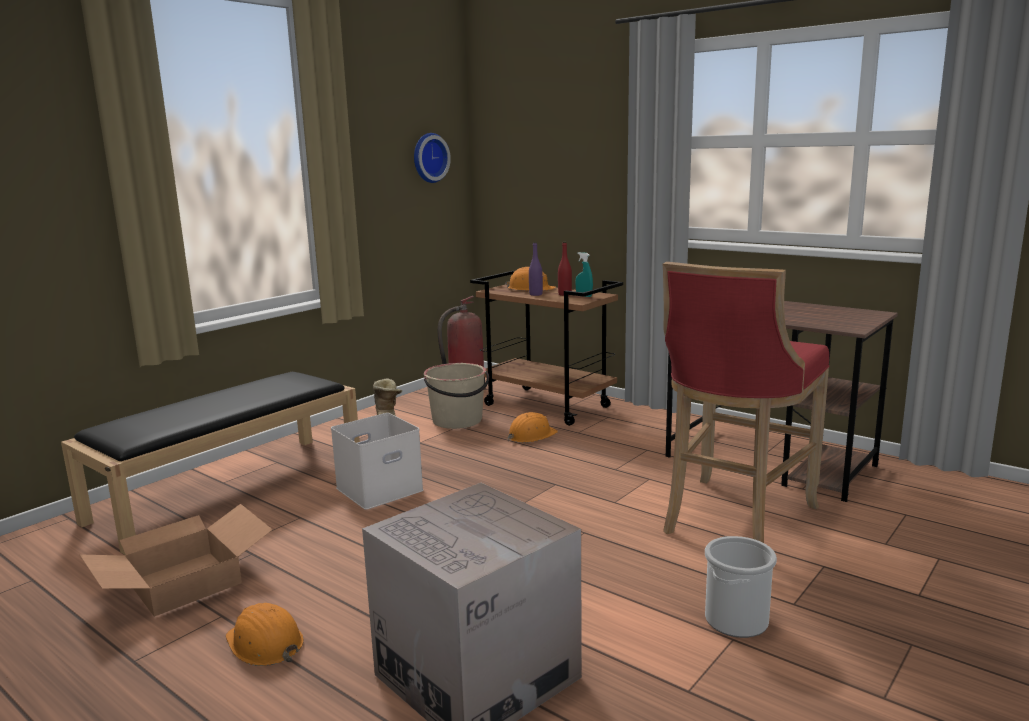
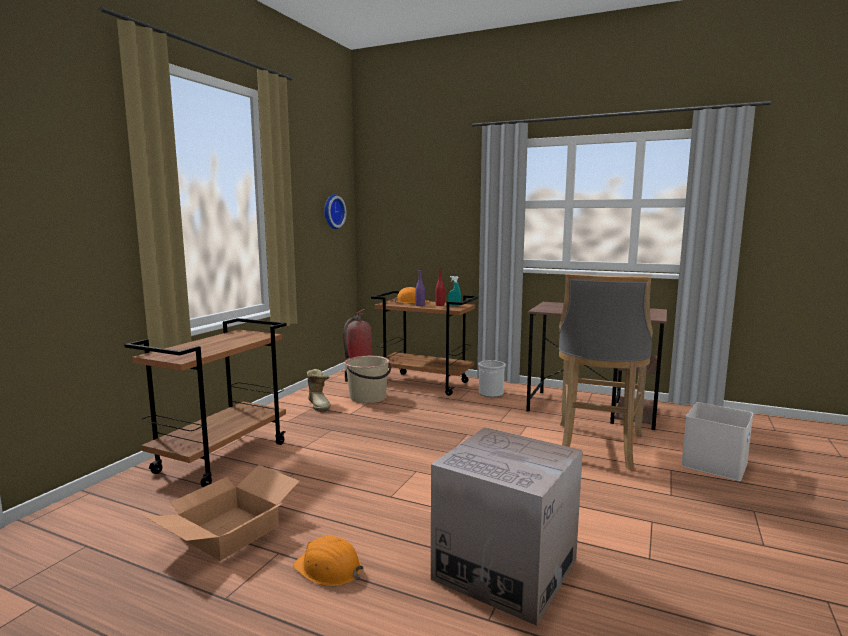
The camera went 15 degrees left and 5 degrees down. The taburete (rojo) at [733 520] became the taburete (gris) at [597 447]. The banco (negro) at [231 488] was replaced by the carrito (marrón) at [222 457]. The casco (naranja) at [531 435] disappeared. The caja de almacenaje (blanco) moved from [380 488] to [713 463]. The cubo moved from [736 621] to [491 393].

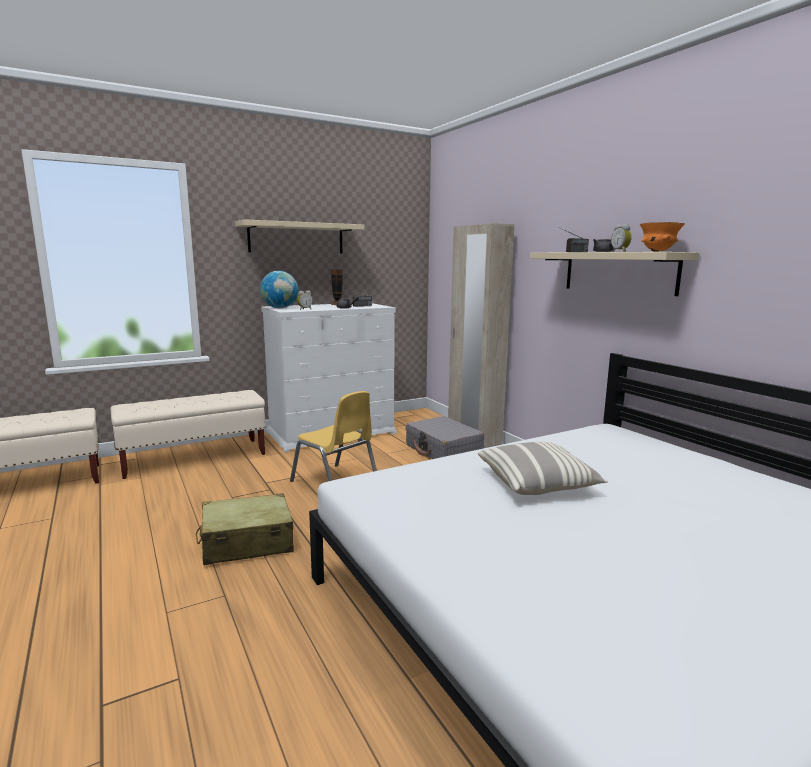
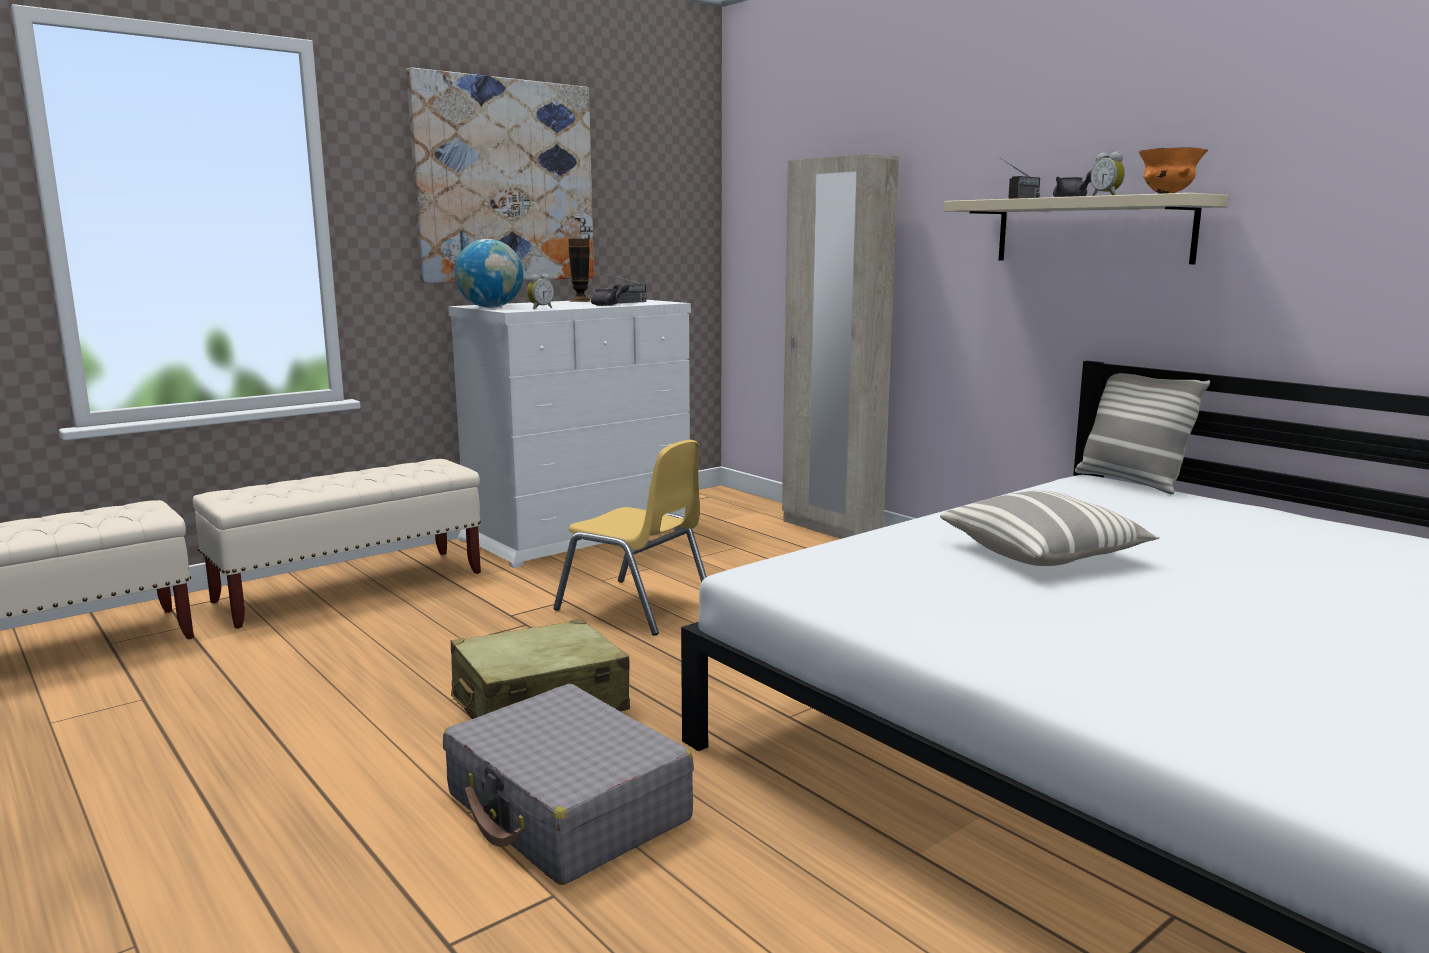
The camera went 10 degrees left and 0 degrees up. The estante (beis) at [296 238] was replaced by the cuadro at [505 181]. The maleta (gris) moved from [443 450] to [568 808]. The cojín at [1131 482] appeared.

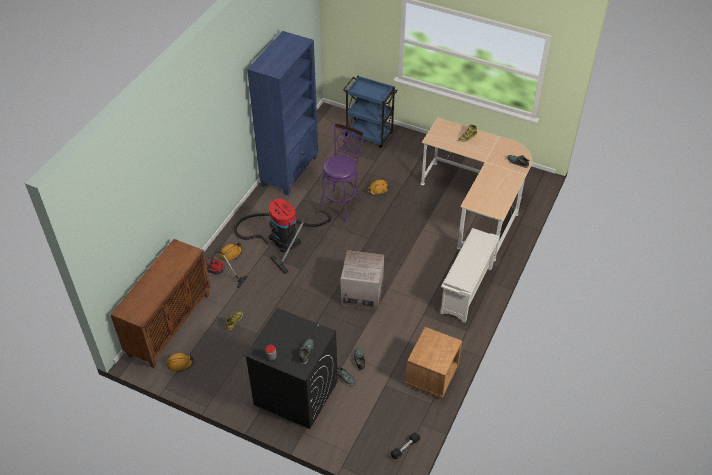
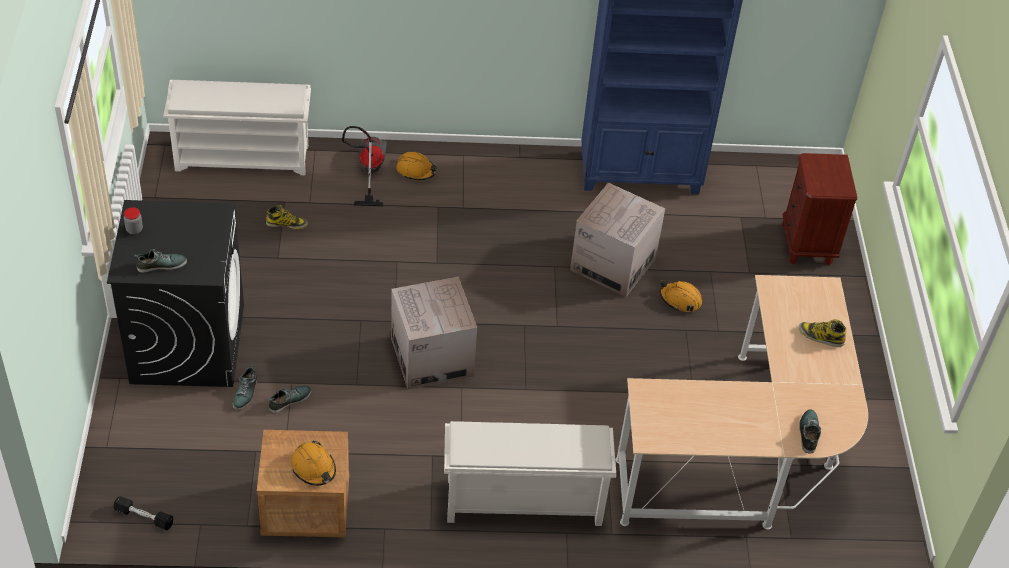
The camera went 60 degrees right and 0 degrees up. The carrito (azul) at [369 135] was replaced by the mesita de noche (marrón) at [807 244]. The taburete (morado) at [342 204] was replaced by the caja de cartón at [613 264]. The aspiradora at [281 238] disappeared. The armario (marrón) at [169 324] was replaced by the zapatero (blanco) at [243 157]. The casco (naranja) moved from [180 363] to [313 468].

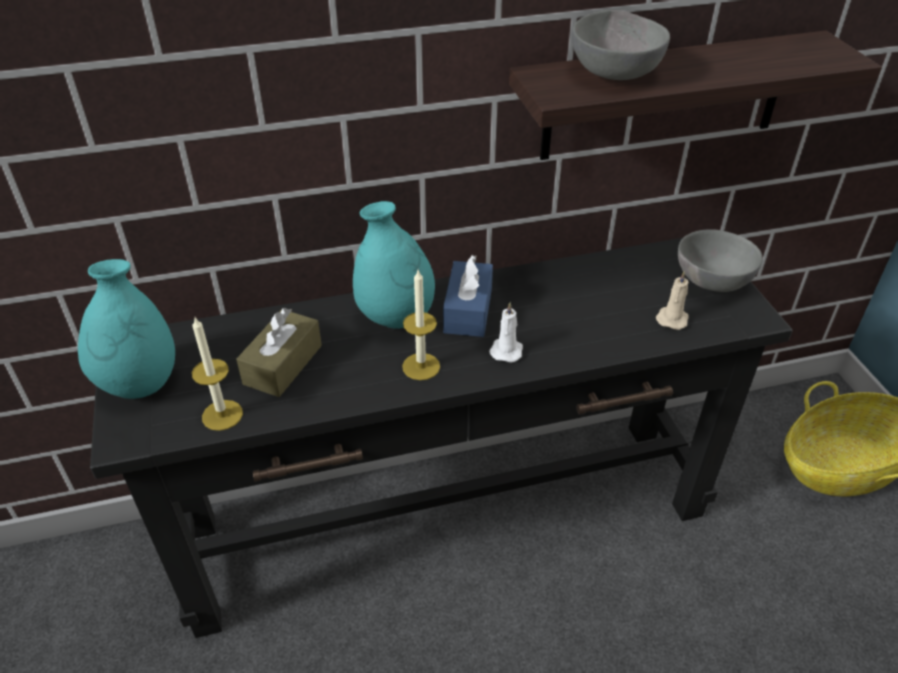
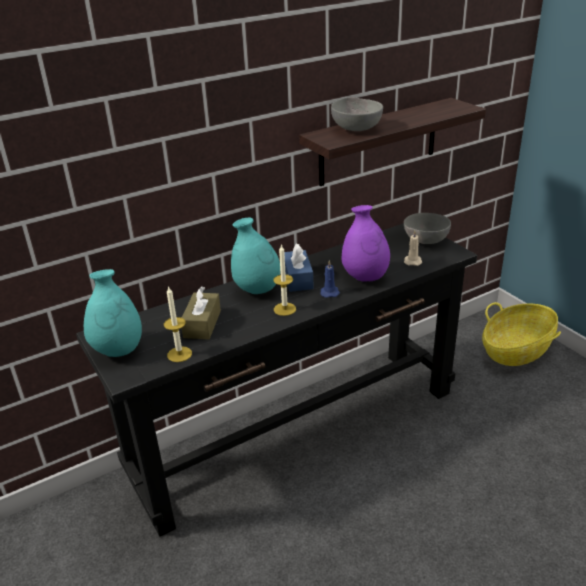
The camera went 15 degrees left and 10 degrees down. The vela (blanco) at [507 350] became the vela (azul) at [329 292]. The florero (morado) at [365 277] appeared.

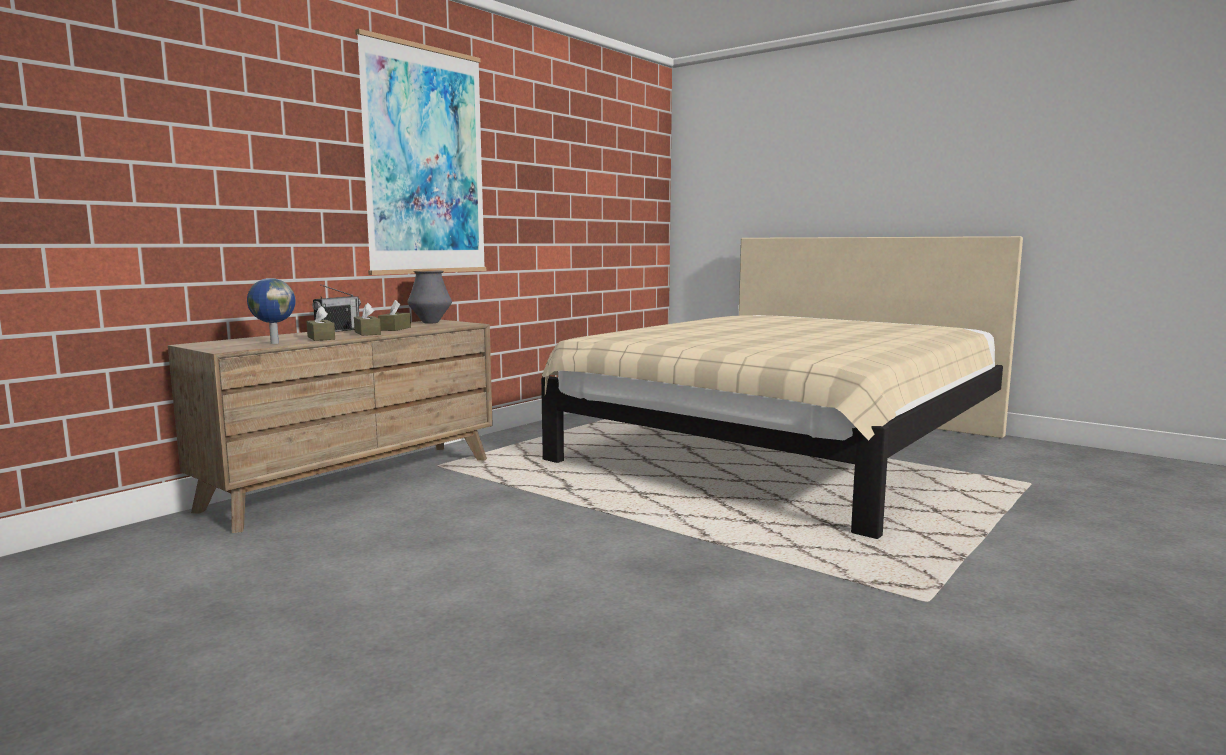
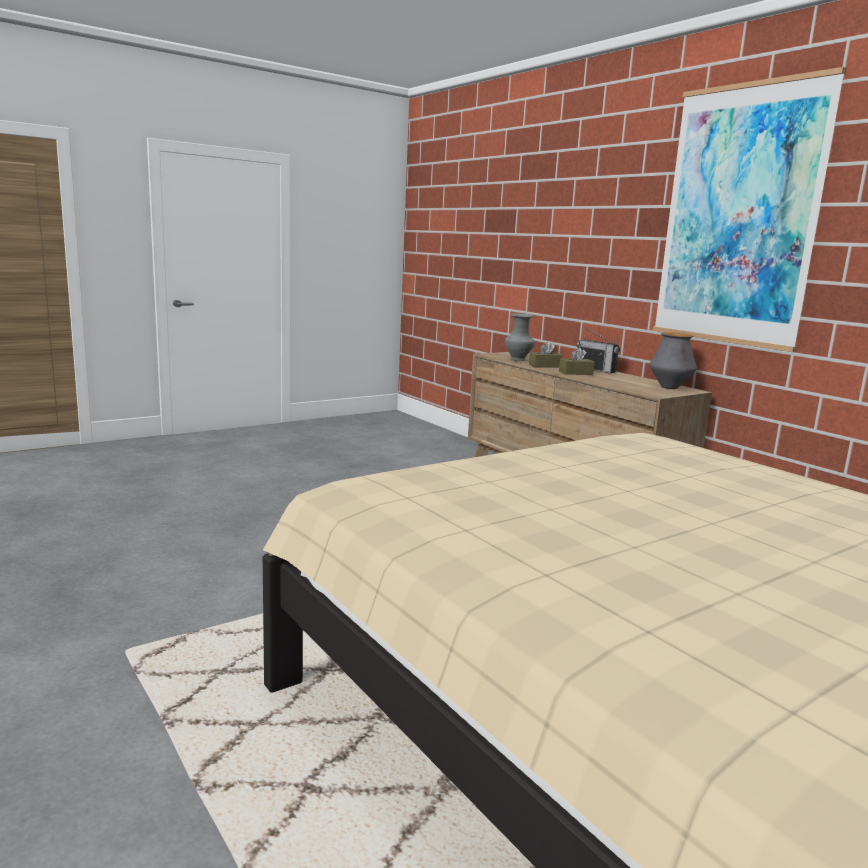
The camera went 105 degrees right and 5 degrees up. The globo terráqueo at [274 343] was replaced by the florero (gris) at [518 360]. The caja de pañuelos (marrón) at [395 329] disappeared.

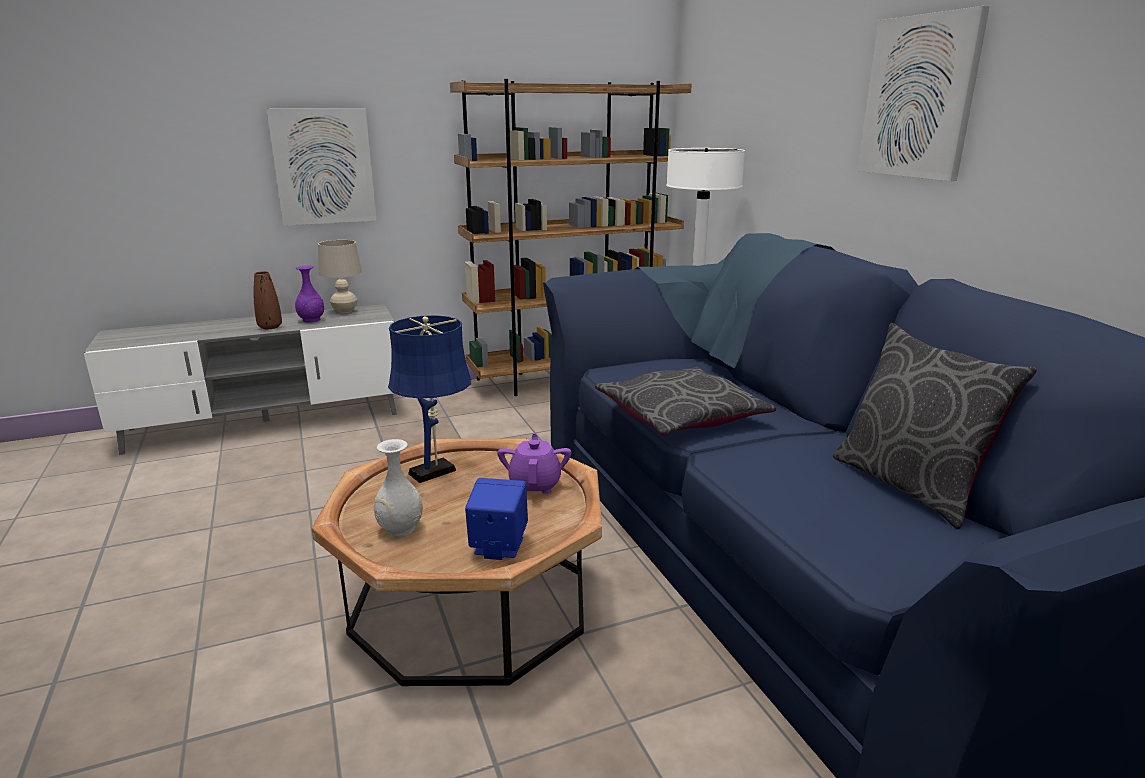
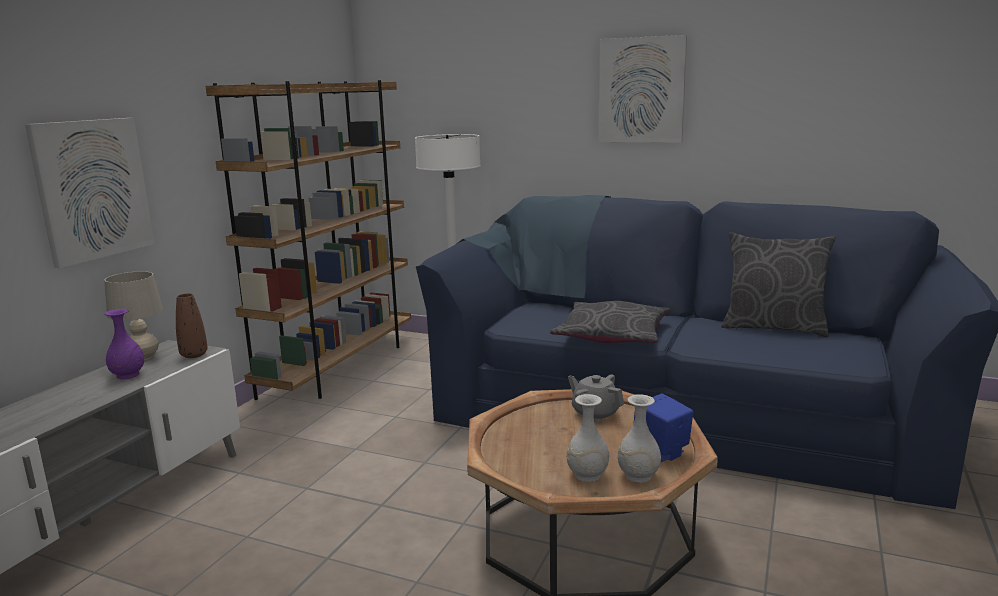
The camera went 45 degrees left and 5 degrees down. The florero (marrón) moved from [270 327] to [194 355]. The lámpara de mesa (azul) at [436 471] disappeared. The tetera (morado) at [535 485] became the tetera (gris) at [595 414]. The florero (blanco) at [638 475] appeared.

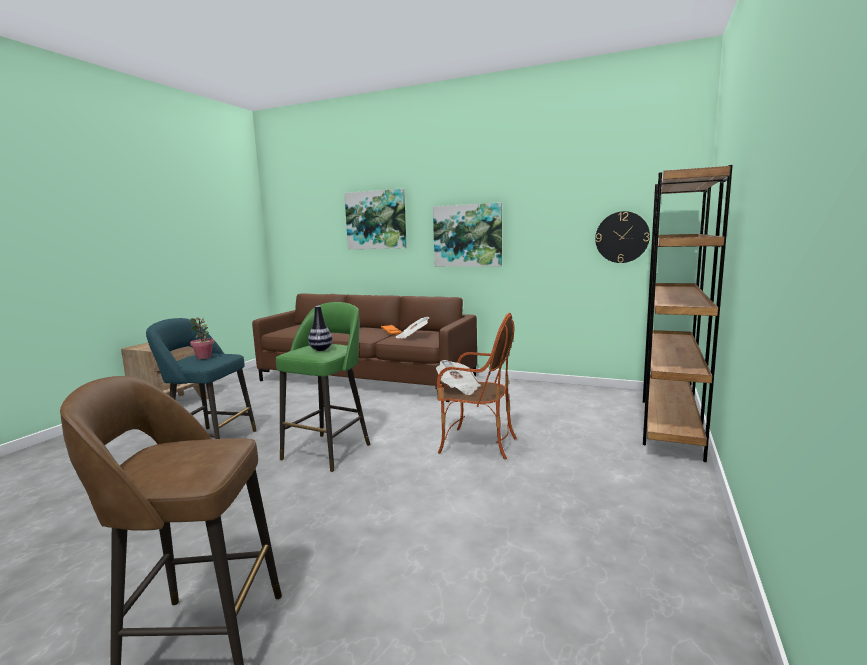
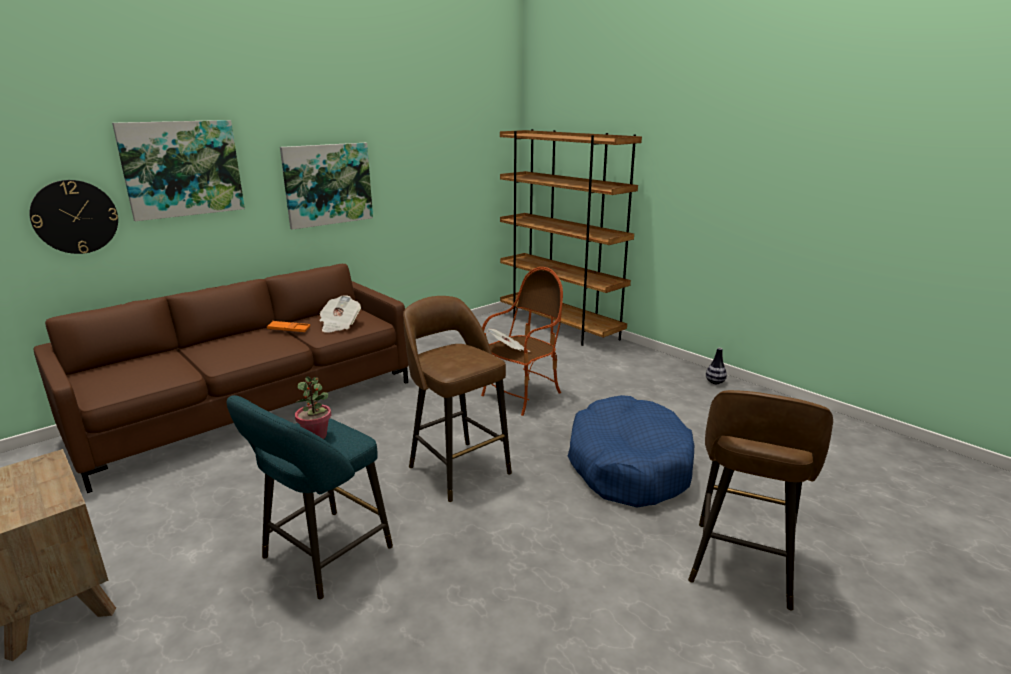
The camera went 65 degrees left and 10 degrees up. The reloj de pared moved from [622 237] to [75 217]. The taburete (verde) at [328 451] became the taburete (marrón) at [457 468]. The florero moved from [321 349] to [715 382]. The cama para perro (azul) at [628 465] appeared.

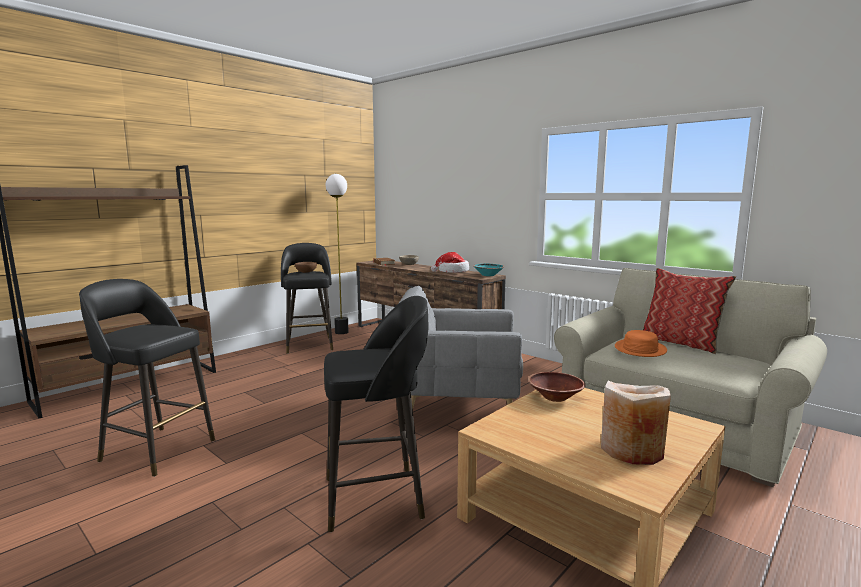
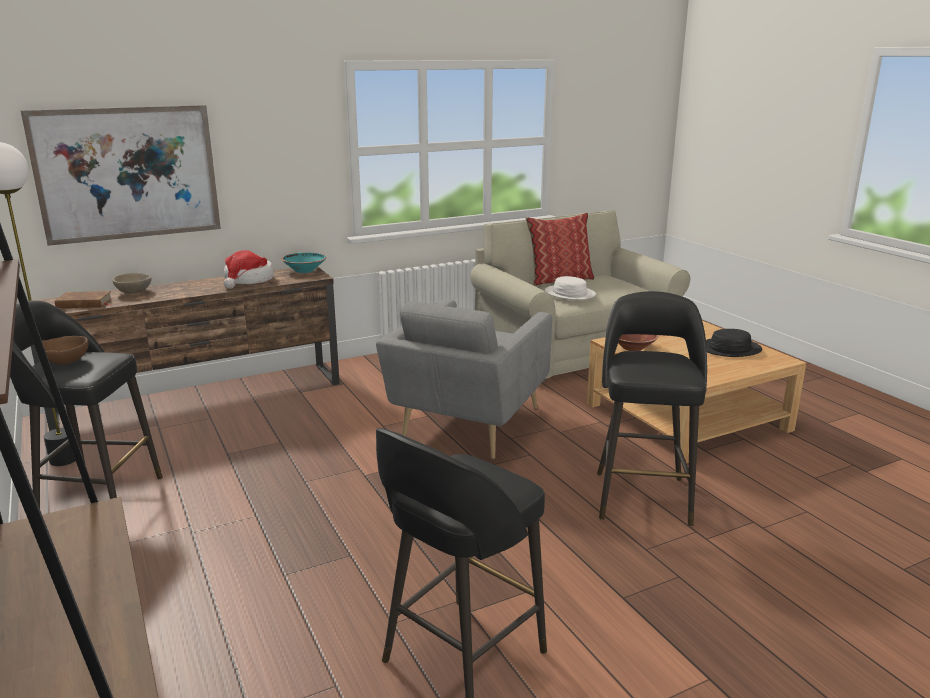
The camera went 70 degrees left and 10 degrees up. The sombrero (naranja) at [640 349] became the sombrero (blanco) at [569 293]. The florero (beis) at [631 450] was replaced by the sombrero (negro) at [730 349]. The cuadro at [128 173] appeared.

